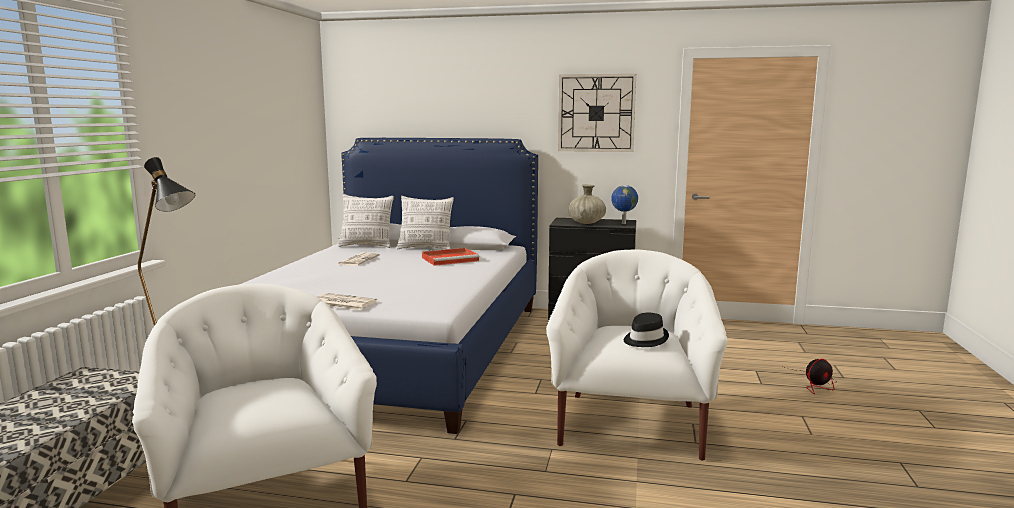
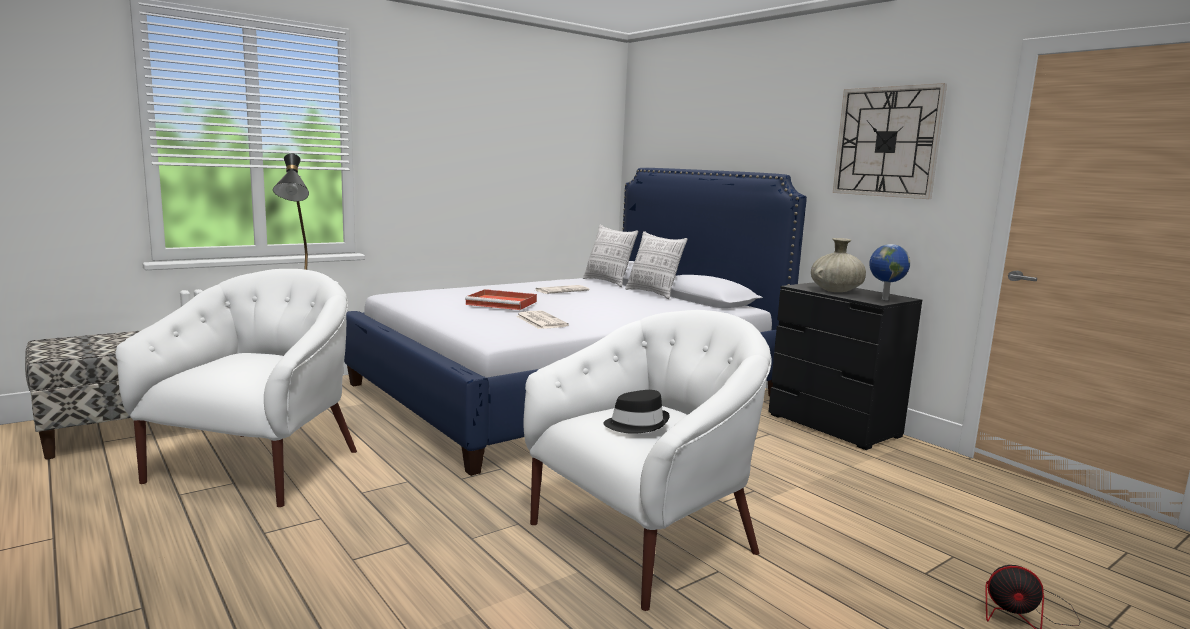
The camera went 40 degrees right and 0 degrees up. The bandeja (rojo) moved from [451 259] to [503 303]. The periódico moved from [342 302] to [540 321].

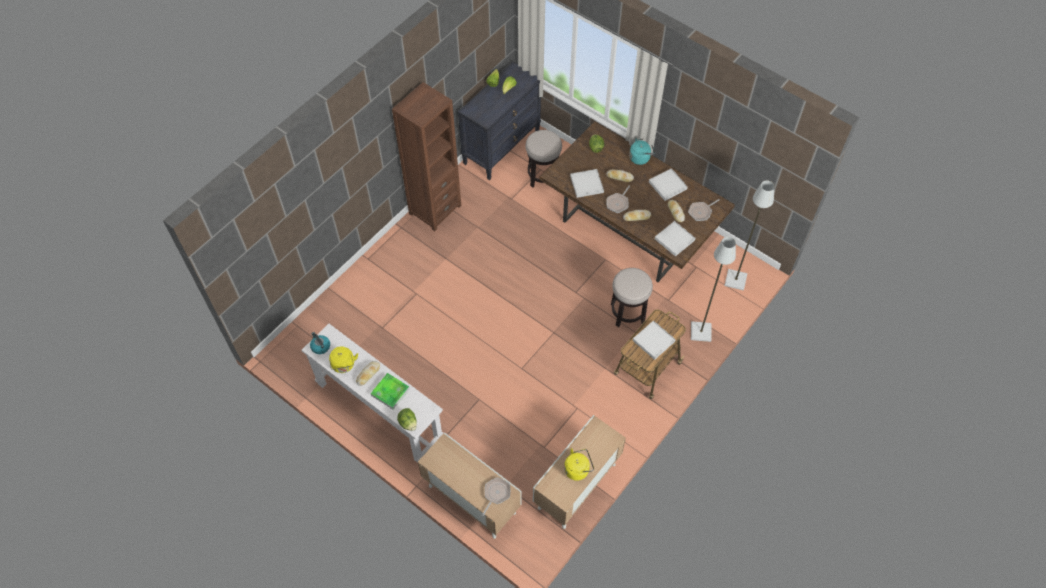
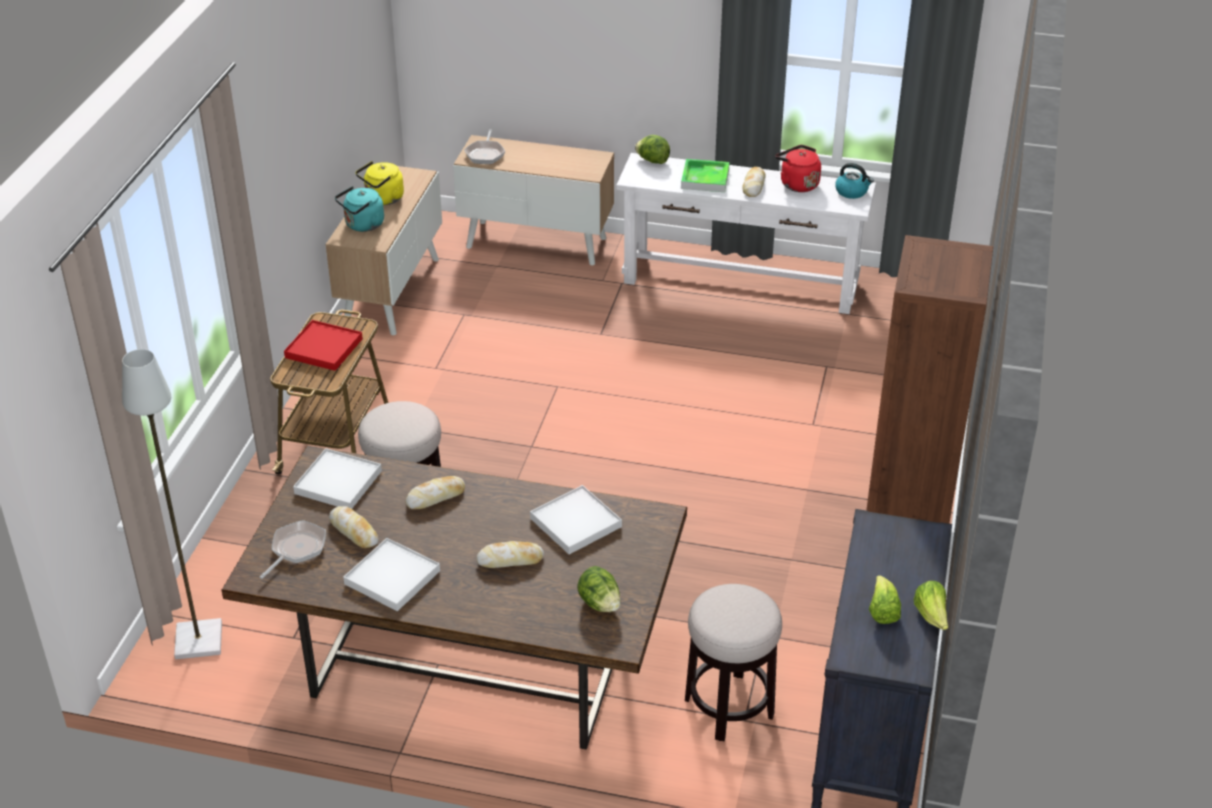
The camera went 155 degrees right and 20 degrees down. The hervidor (turquesa) moved from [640 157] to [362 225]. The sartén at [618 203] disappeared. The lámpara de pie (gris) at [701 332] disappeared. The bandeja (blanco) at [653 341] became the bandeja (rojo) at [323 348]. The hervidor (amarillo) at [344 366] became the hervidor (rojo) at [797 184].

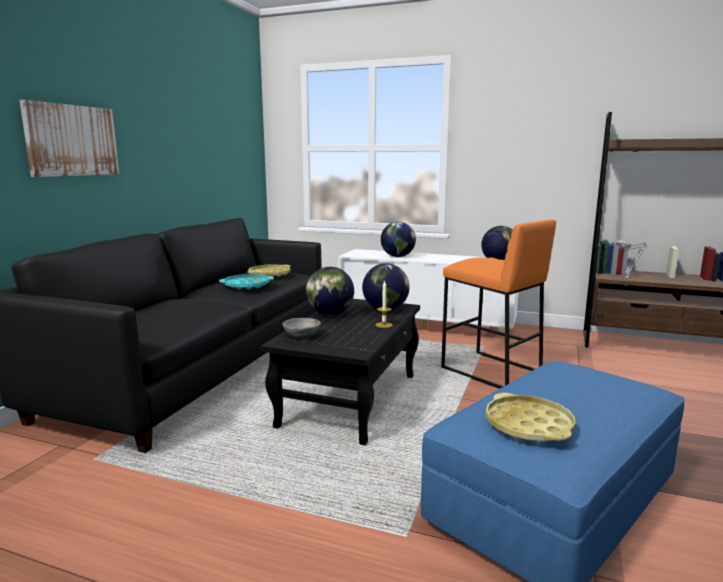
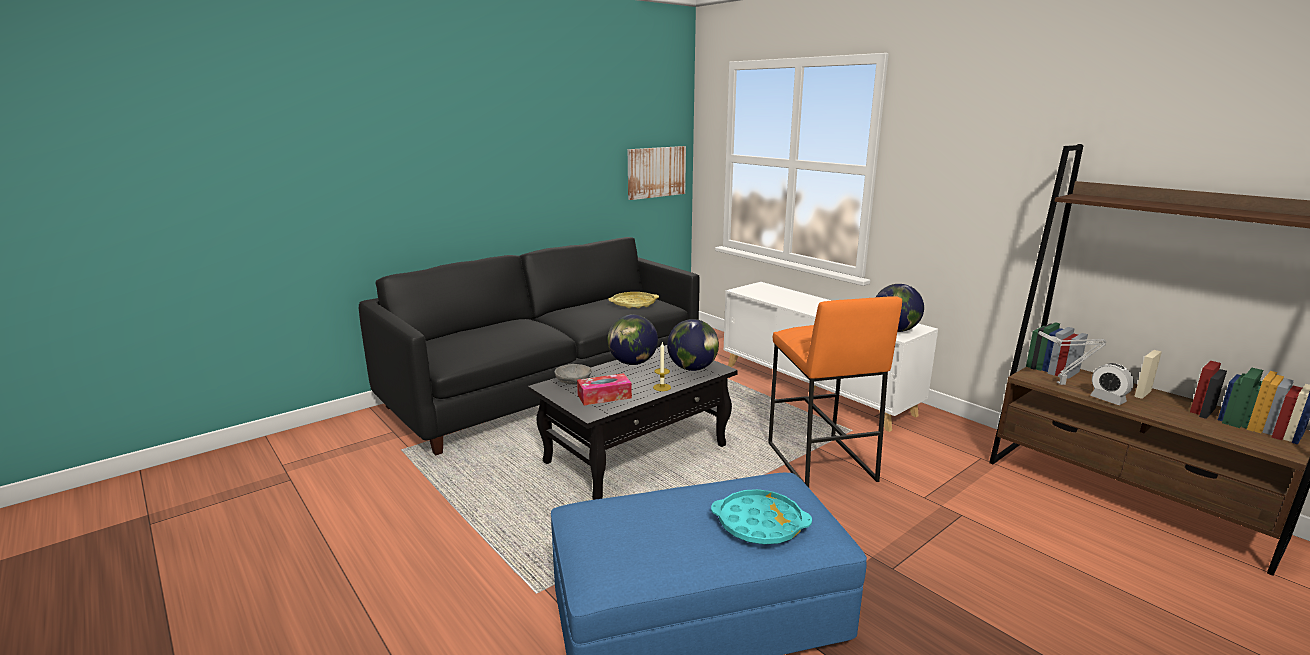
The camera went 30 degrees right and 5 degrees up. The cuadro moved from [72 140] to [656 172]. The globo terráqueo at [397 256] disappeared. The bandeja (turquesa) moved from [247 285] to [760 523]. The bandeja (amarillo) at [528 425] disappeared. The despertador at [1107 399] appeared. The caja de pañuelos at [604 396] appeared.

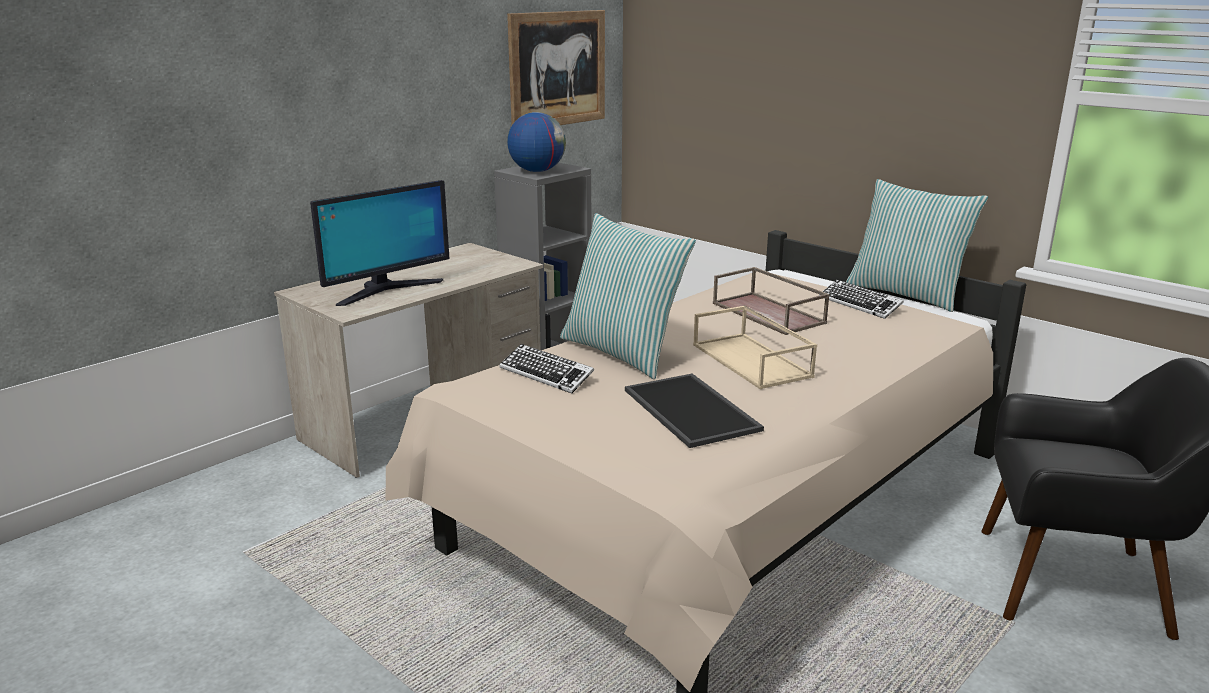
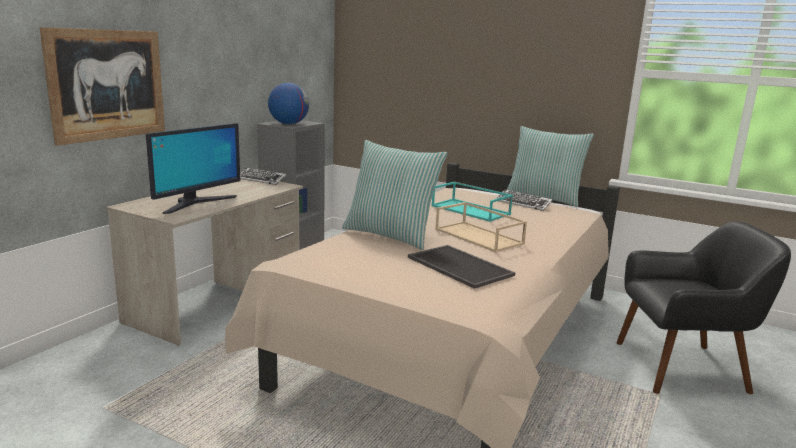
The camera went 15 degrees left and 5 degrees down. The cuadro moved from [557 69] to [107 84]. The bandeja (marrón) at [769 313] became the bandeja (turquesa) at [471 210]. The teclado moved from [546 374] to [261 179].

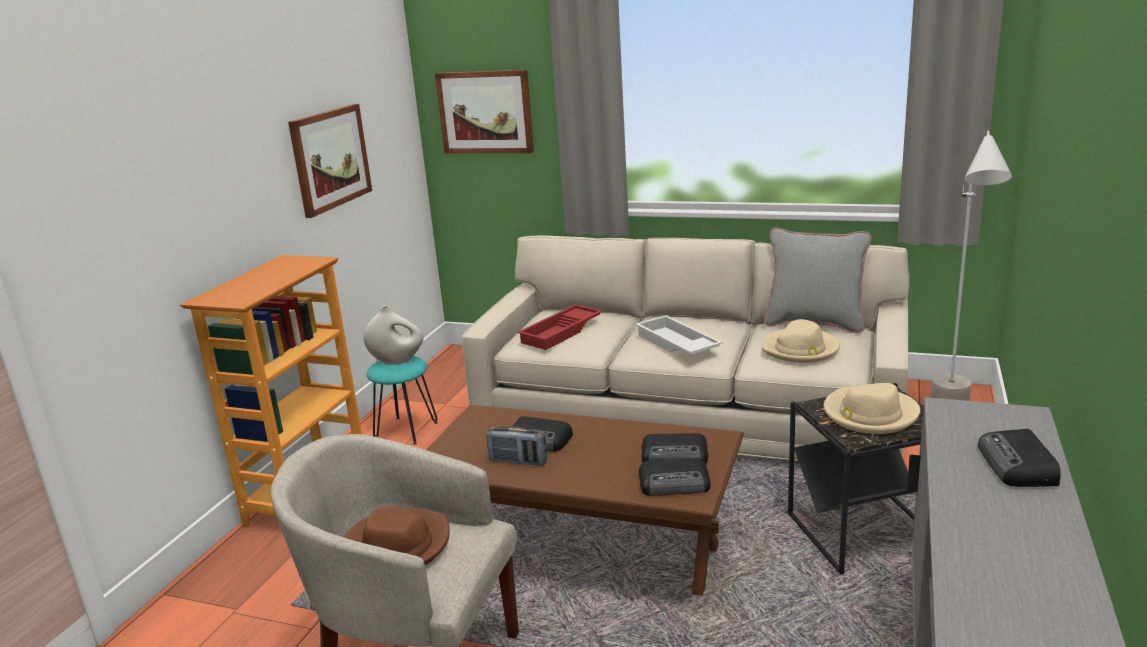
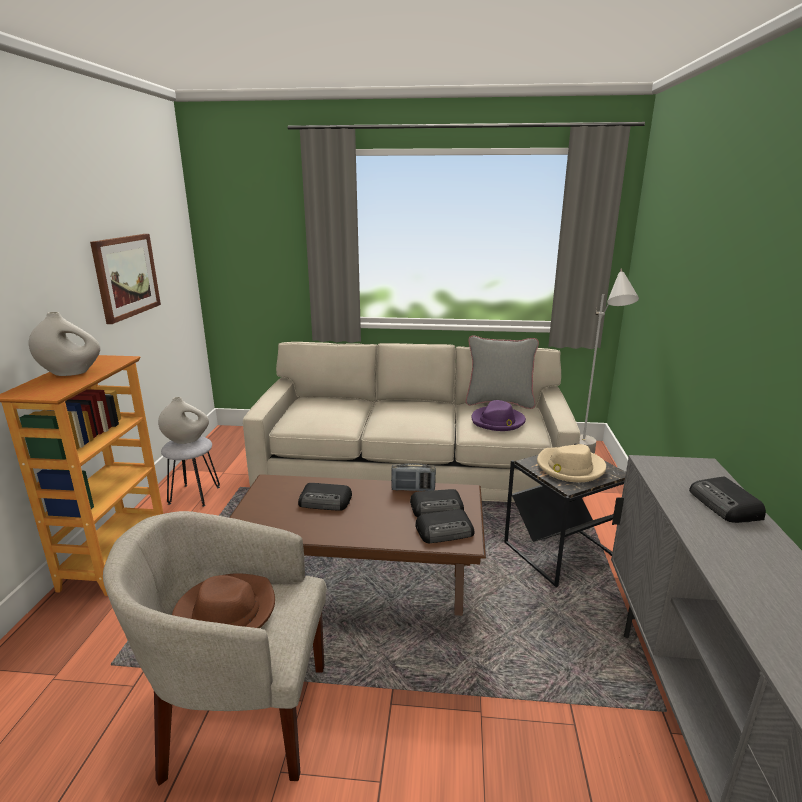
The camera went 15 degrees left and 0 degrees up. The cuadro at [485 112] disappeared. The bandeja (rojo) at [562 333] disappeared. The bandeja (blanco) at [676 344] disappeared. The sombrero (beis) at [800 349] became the sombrero (morado) at [498 421]. The taburete (turquesa) at [405 430] became the taburete (gris) at [194 495]. The radio moved from [518 461] to [413 489]. The florero (blanco) at [71 373] appeared.

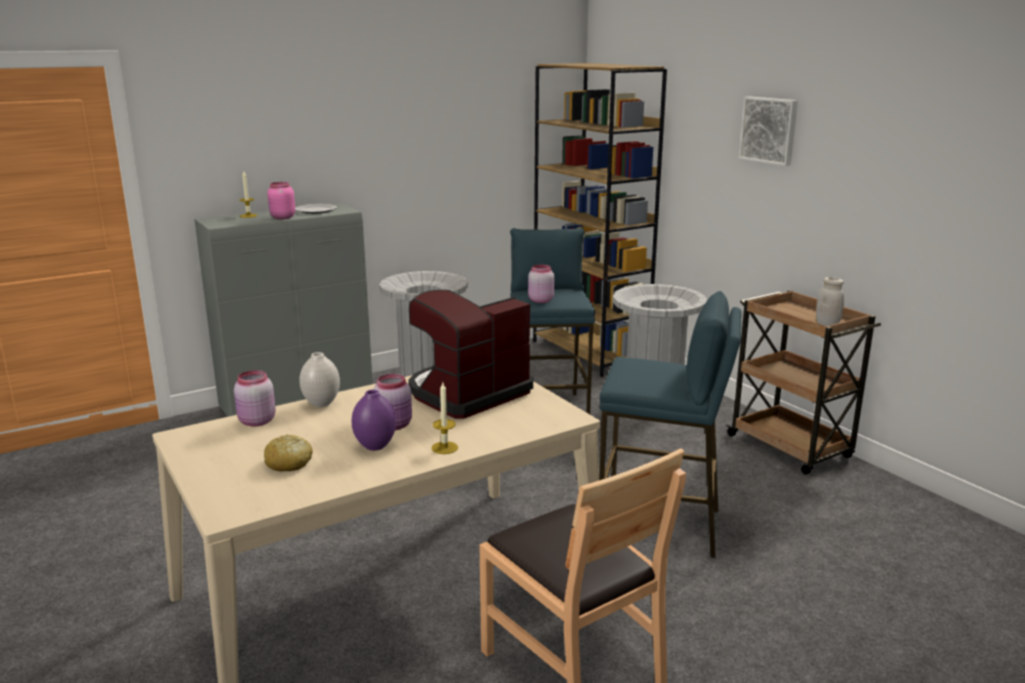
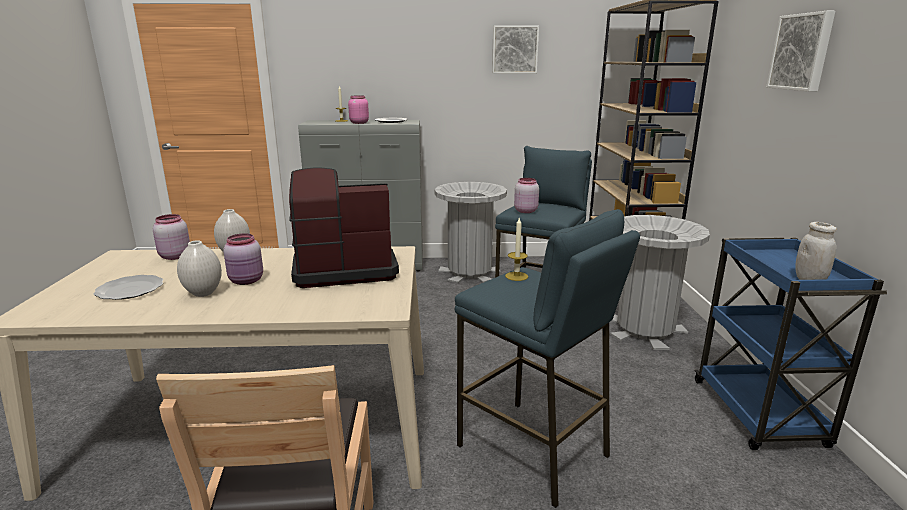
The camera went 30 degrees right and 0 degrees up. The carrito (marrón) at [791 447] became the carrito (azul) at [759 414]. The vela moved from [444 448] to [516 276]. The florero (morado) at [375 446] became the florero (blanco) at [204 293]. The pan at [289 463] was replaced by the plato at [130 290]. The cuadro at [514 49] appeared.

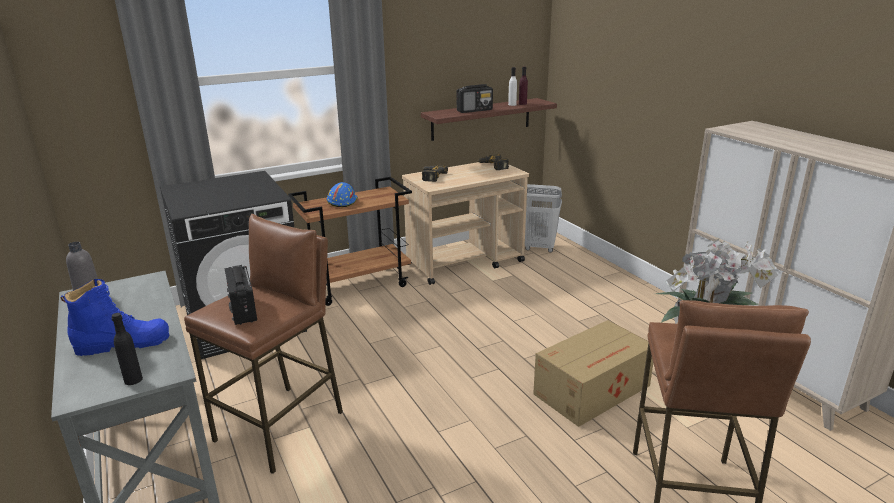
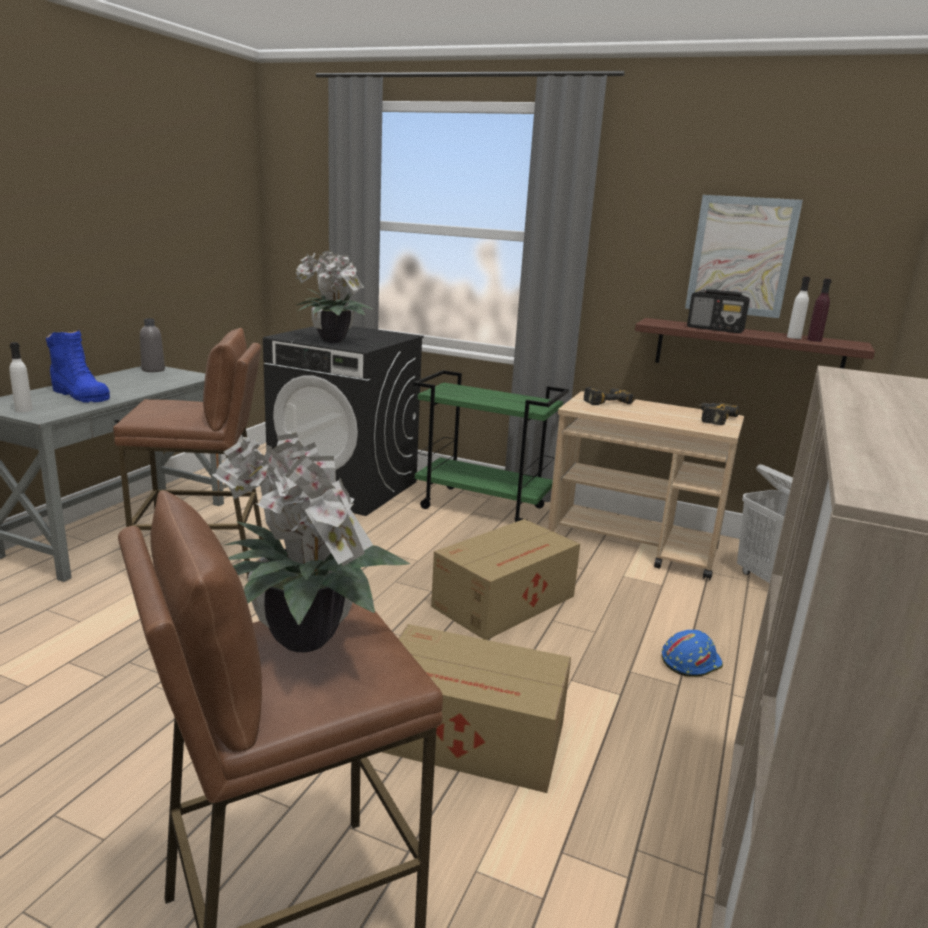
The camera went 50 degrees right and 5 degrees down. The carrito (marrón) at [358 285] became the carrito (verde) at [484 508]. The casco (azul) moved from [342 201] to [690 661]. The radio at [243 310] disappeared. The botella (negro) at [133 380] became the botella (blanco) at [24 410]. The cuadro at [741 256] appeared. The planta en maceta at [333 341] appeared. The caja de cartón at [506 601] appeared.

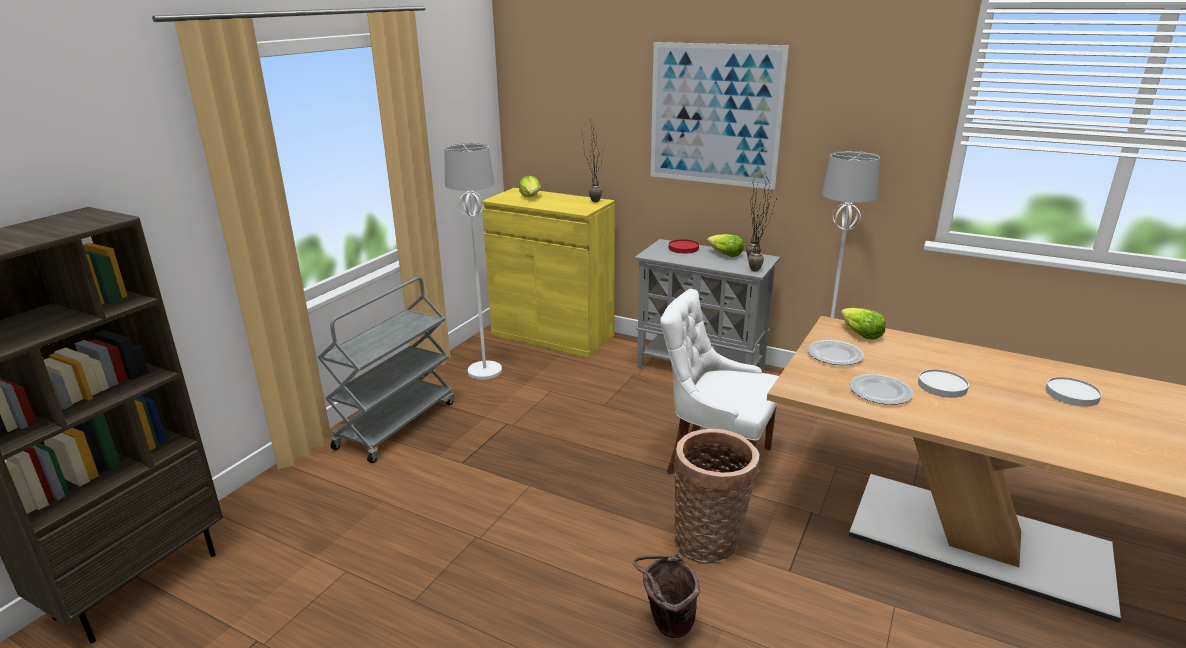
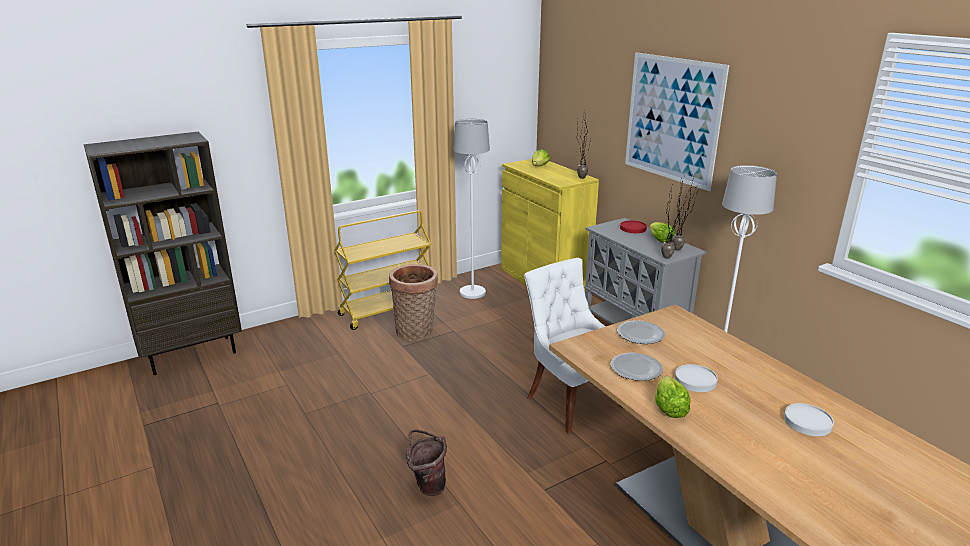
The camera went 30 degrees right and 0 degrees up. The carrito (gris) at [396 424] became the carrito (amarillo) at [387 311]. The lechuga moved from [860 334] to [669 407]. The cesta moved from [710 542] to [416 333].

